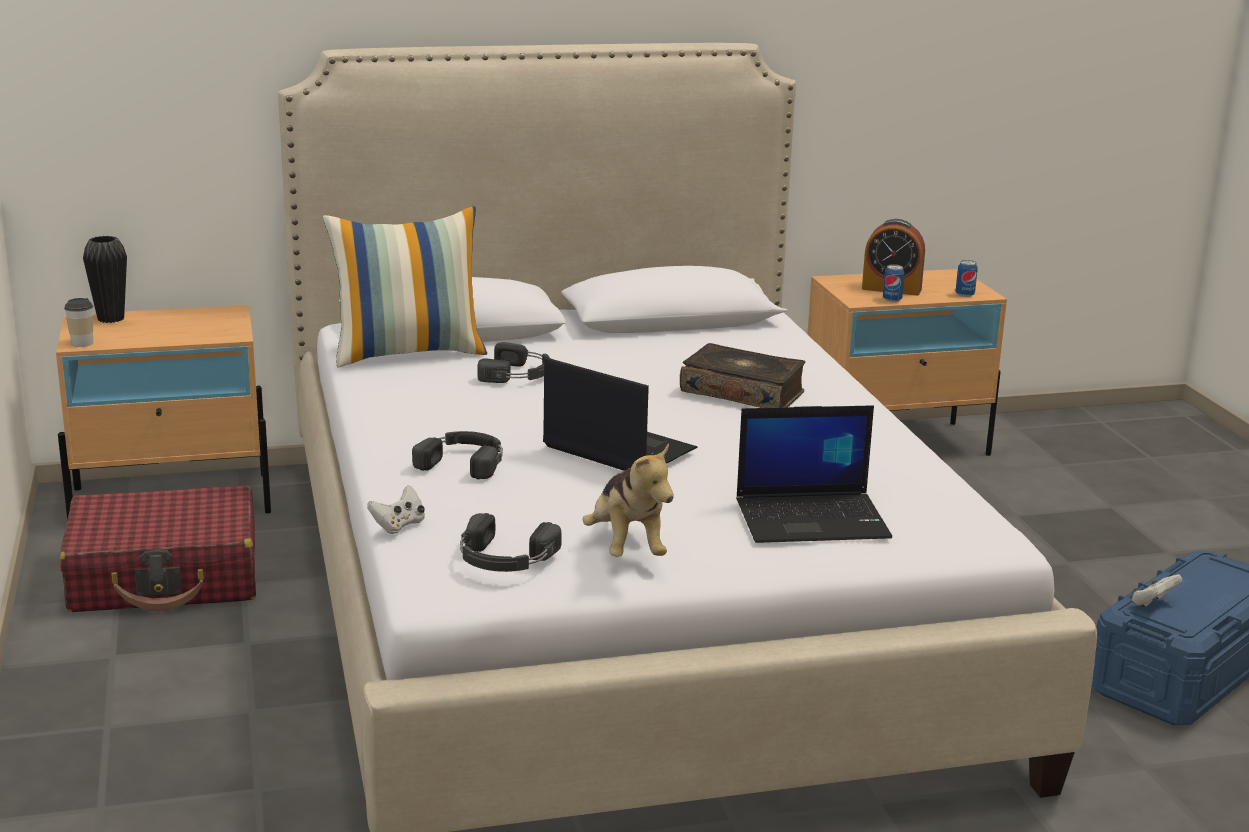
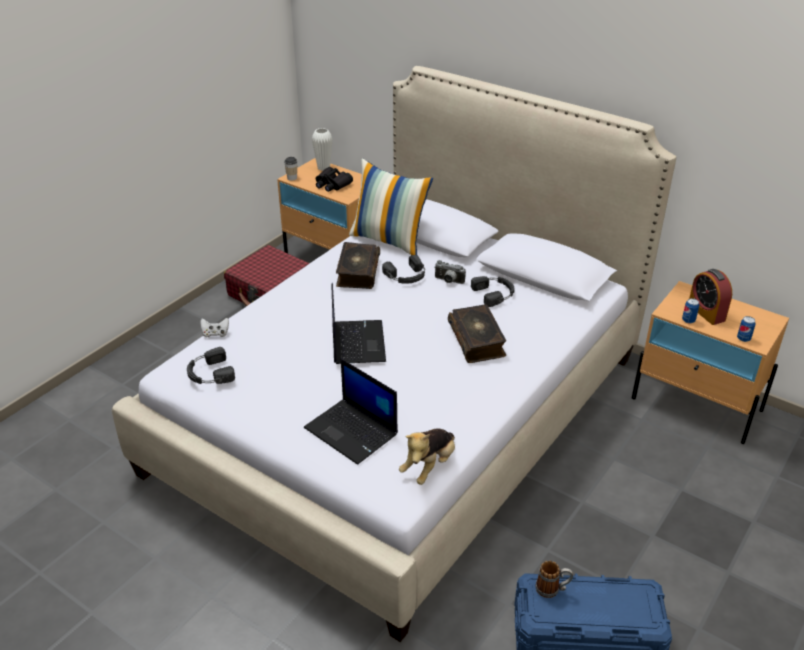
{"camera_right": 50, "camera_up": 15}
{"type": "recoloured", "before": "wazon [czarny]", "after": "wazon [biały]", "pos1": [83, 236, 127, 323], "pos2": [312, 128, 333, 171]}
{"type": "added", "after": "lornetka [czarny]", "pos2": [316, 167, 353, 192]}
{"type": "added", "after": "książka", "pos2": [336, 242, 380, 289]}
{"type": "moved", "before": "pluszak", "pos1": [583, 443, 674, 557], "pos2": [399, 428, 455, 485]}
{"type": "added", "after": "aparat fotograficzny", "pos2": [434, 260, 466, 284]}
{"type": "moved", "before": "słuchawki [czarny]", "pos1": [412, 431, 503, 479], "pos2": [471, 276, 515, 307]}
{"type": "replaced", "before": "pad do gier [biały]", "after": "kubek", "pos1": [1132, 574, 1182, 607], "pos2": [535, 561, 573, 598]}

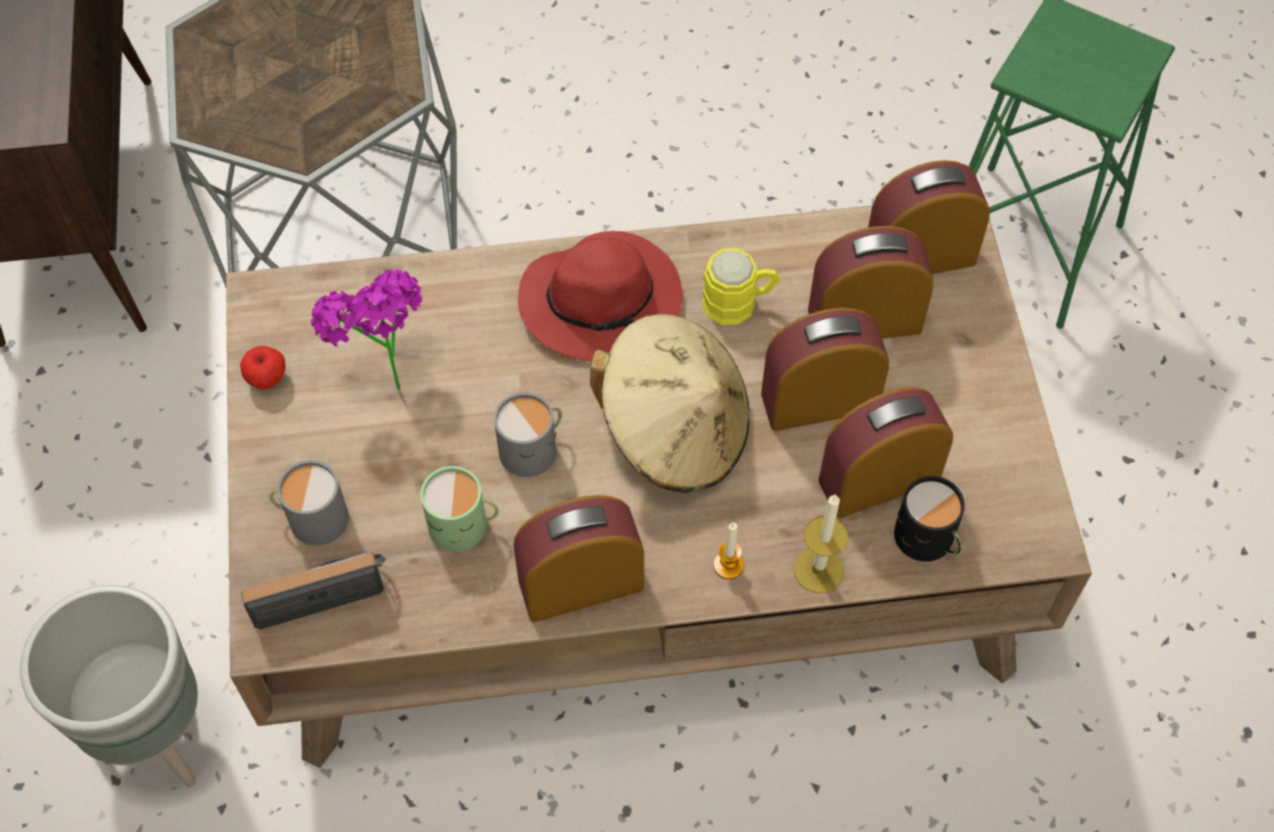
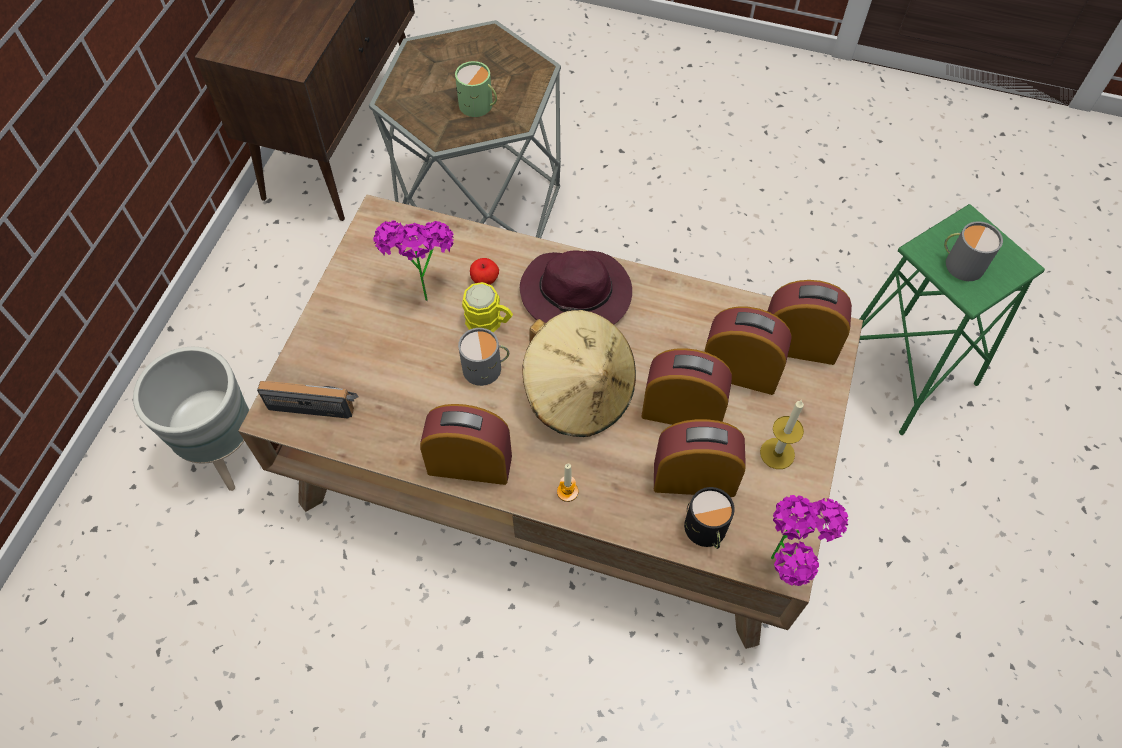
{"camera_right": 25, "camera_up": 0}
{"type": "moved", "before": "kubek [zielony]", "pos1": [420, 466, 499, 552], "pos2": [455, 61, 497, 117]}
{"type": "moved", "before": "kubek [żółty]", "pos1": [702, 248, 780, 325], "pos2": [462, 282, 513, 333]}
{"type": "moved", "before": "jabłko", "pos1": [240, 346, 286, 389], "pos2": [470, 258, 499, 285]}
{"type": "recoloured", "before": "kapelusz [czerwony]", "after": "kapelusz [fioletowy]", "pos1": [518, 231, 683, 362], "pos2": [520, 251, 632, 325]}
{"type": "moved", "before": "świeca", "pos1": [793, 494, 849, 593], "pos2": [760, 400, 804, 469]}
{"type": "added", "after": "roślina doniczkowa", "pos2": [771, 495, 848, 586]}
{"type": "moved", "before": "kubek [szary]", "pos1": [270, 460, 349, 546], "pos2": [944, 221, 1003, 281]}

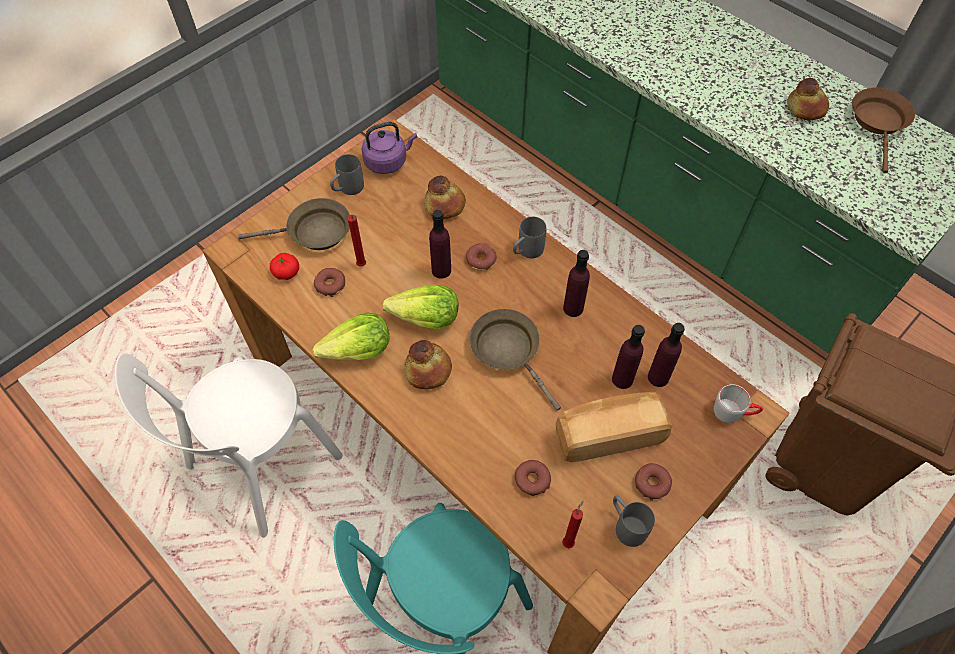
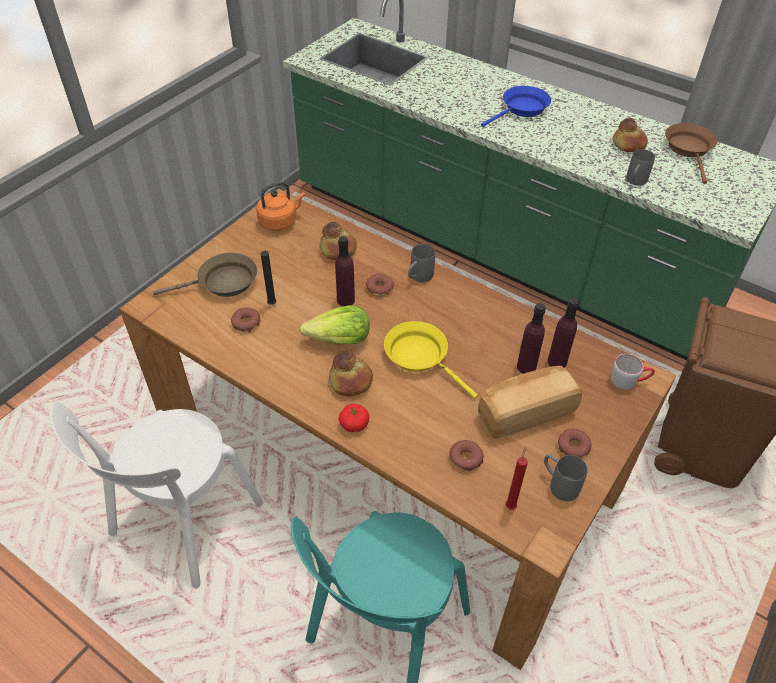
{"camera_right": -10, "camera_up": -10}
{"type": "recoloured", "before": "czajnik [fioletowy]", "after": "czajnik [pomarańczowy]", "pos1": [361, 122, 417, 174], "pos2": [256, 181, 305, 230]}
{"type": "recoloured", "before": "świeca [czerwony]", "after": "świeca [czarny]", "pos1": [348, 215, 366, 267], "pos2": [261, 250, 276, 305]}
{"type": "moved", "before": "pomidor", "pos1": [270, 253, 299, 280], "pos2": [339, 404, 370, 432]}
{"type": "recoloured", "before": "patelnia [brązowy]", "after": "patelnia [żółty]", "pos1": [469, 309, 561, 410], "pos2": [384, 321, 478, 399]}
{"type": "added", "after": "patelnia [niebieski]", "pos2": [481, 86, 551, 127]}
{"type": "moved", "before": "kubek [szary]", "pos1": [330, 154, 364, 195], "pos2": [626, 149, 655, 186]}
{"type": "removed", "before": "sałata", "pos1": [312, 312, 389, 360]}
{"type": "removed", "before": "butelka [fioletowy]", "pos1": [563, 250, 590, 317]}

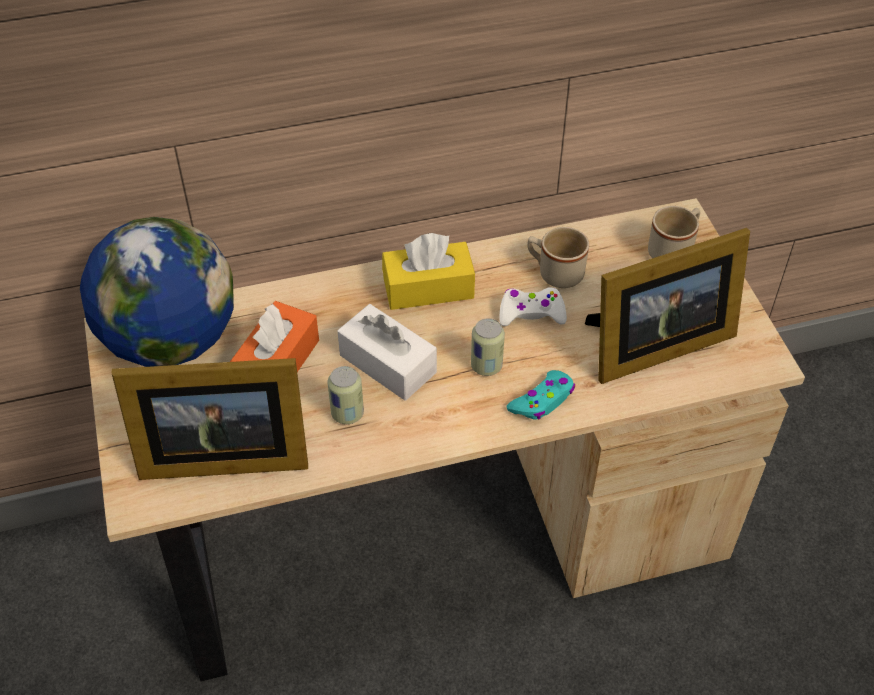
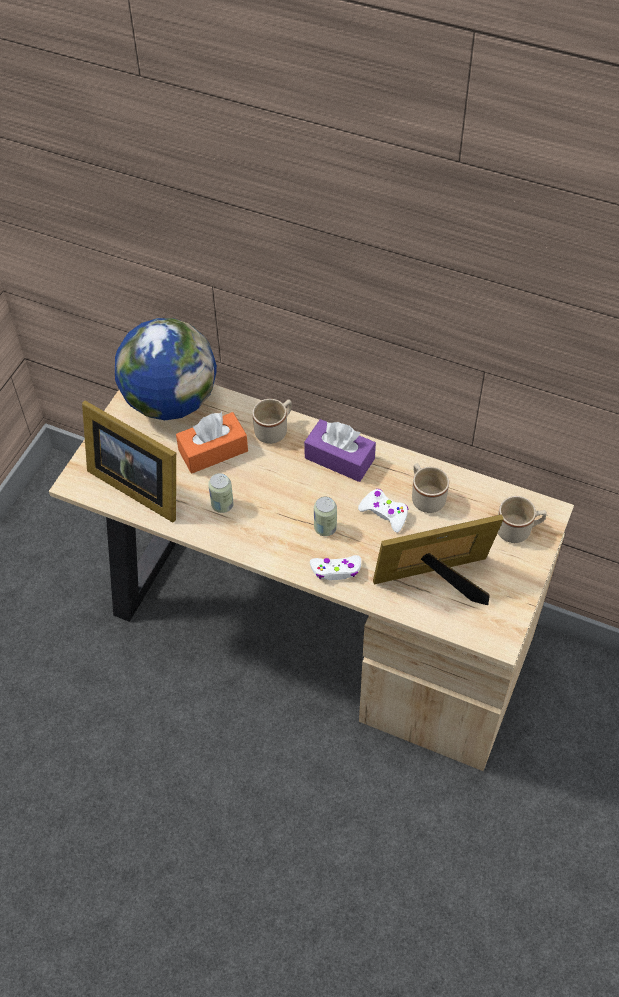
{"camera_right": 40, "camera_up": 5}
{"type": "added", "after": "kubek [beżowy]", "pos2": [252, 399, 292, 444]}
{"type": "recoloured", "before": "pudełko chusteczek [żółty]", "after": "pudełko chusteczek [fioletowy]", "pos1": [382, 233, 475, 310], "pos2": [304, 419, 376, 482]}
{"type": "recoloured", "before": "pad do gier [turkusowy]", "after": "pad do gier [biały]", "pos1": [507, 370, 575, 420], "pos2": [310, 555, 361, 580]}
{"type": "turned", "before": "ramka na zdjęcie", "pos1": [585, 228, 750, 384], "pos2": [373, 515, 504, 605], "turn": 150}
{"type": "removed", "before": "pudełko chusteczek [biały]", "pos1": [337, 304, 437, 401]}

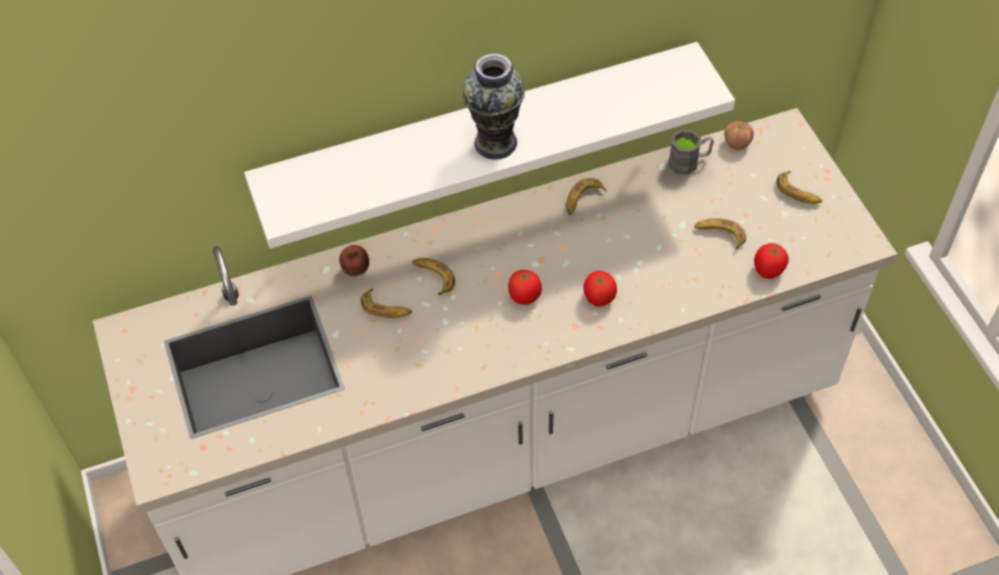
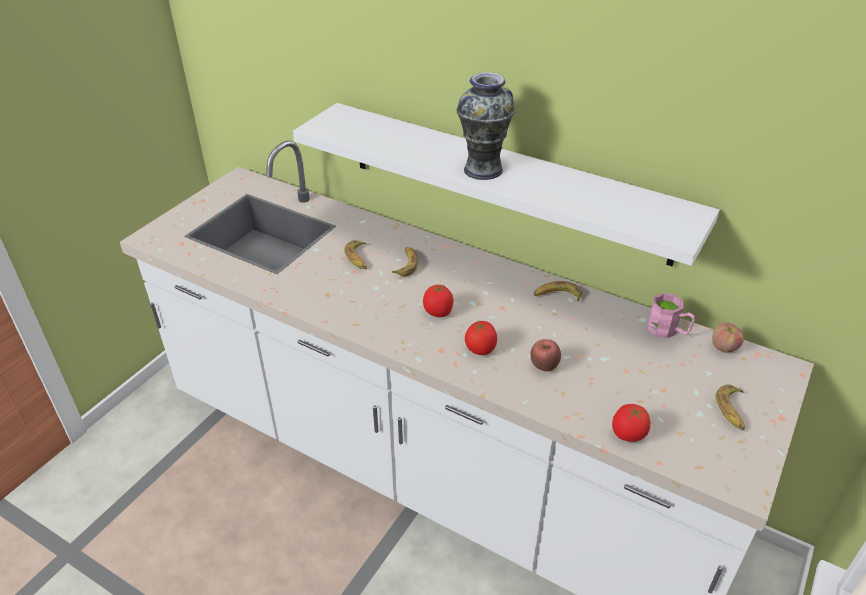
{"camera_right": 50, "camera_up": -15}
{"type": "moved", "before": "jabłko", "pos1": [339, 245, 369, 276], "pos2": [530, 339, 561, 372]}
{"type": "recoloured", "before": "kubek [szary]", "after": "kubek [różowy]", "pos1": [668, 129, 714, 175], "pos2": [647, 293, 695, 338]}
{"type": "removed", "before": "banan", "pos1": [694, 218, 746, 249]}

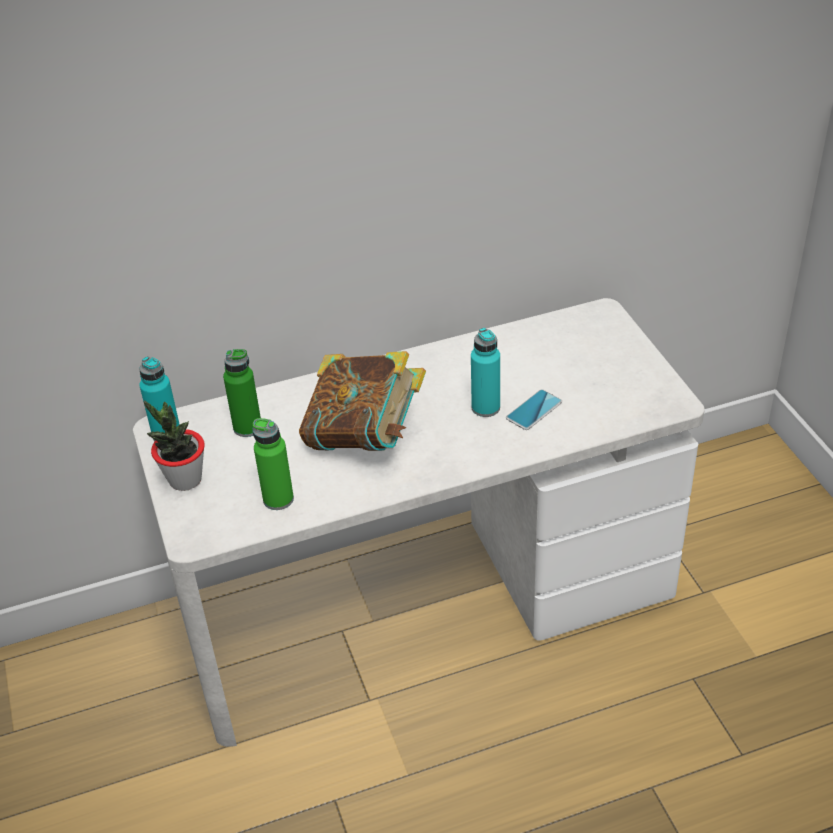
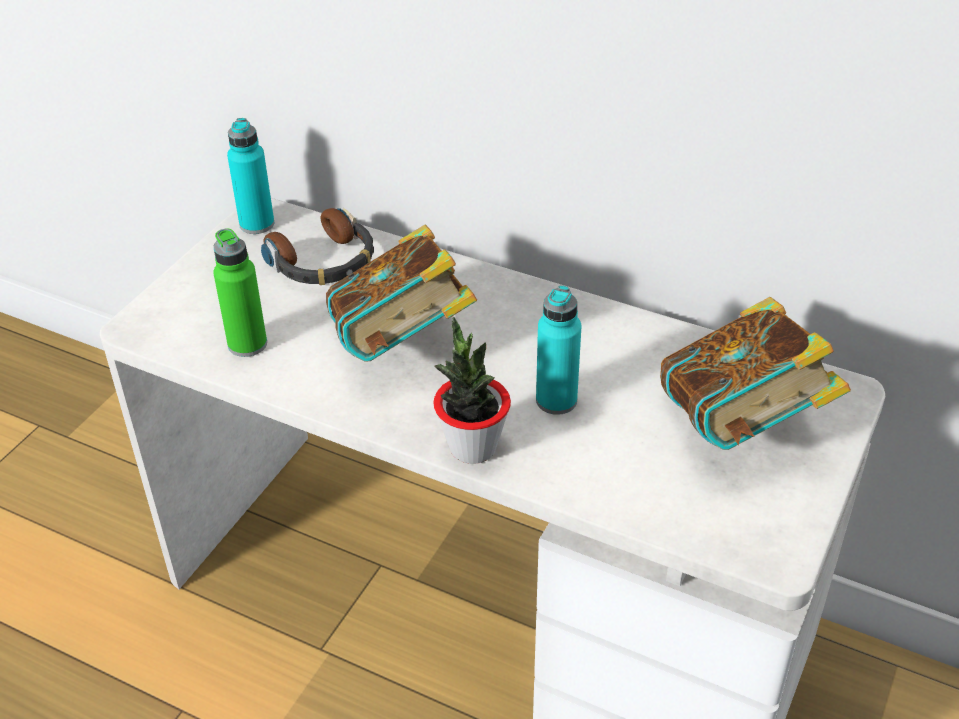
{"camera_right": 45, "camera_up": 0}
{"type": "replaced", "before": "butelka [zielony]", "after": "słuchawki", "pos1": [223, 349, 261, 437], "pos2": [261, 208, 374, 285]}
{"type": "moved", "before": "roślina doniczkowa", "pos1": [144, 400, 205, 491], "pos2": [434, 317, 511, 464]}
{"type": "added", "after": "książka", "pos2": [660, 297, 851, 450]}
{"type": "removed", "before": "telefon", "pos1": [506, 389, 562, 430]}

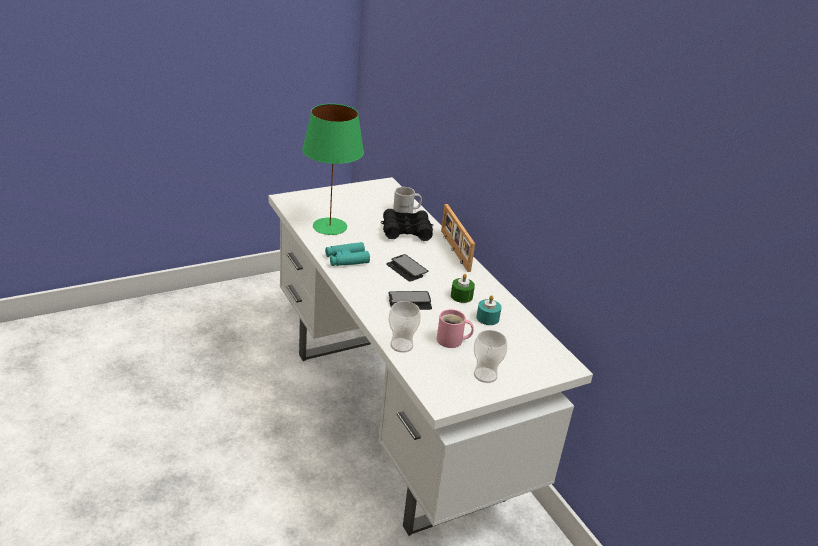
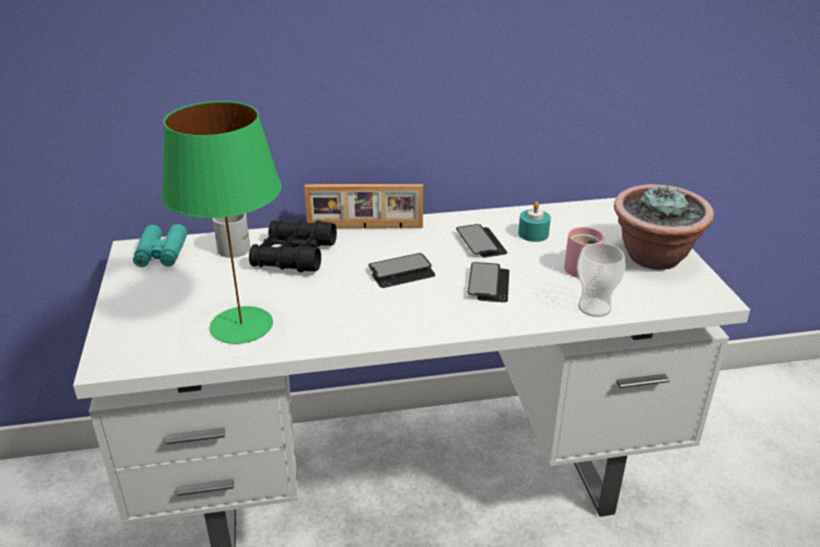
{"camera_right": -70, "camera_up": 0}
{"type": "moved", "before": "lornetka [turkusowy]", "pos1": [325, 242, 370, 266], "pos2": [133, 224, 187, 267]}
{"type": "replaced", "before": "świeca [zielony]", "after": "telefon", "pos1": [451, 274, 475, 303], "pos2": [456, 224, 508, 257]}
{"type": "replaced", "before": "filiżanka", "after": "roślina doniczkowa", "pos1": [474, 330, 507, 383], "pos2": [614, 184, 714, 270]}

